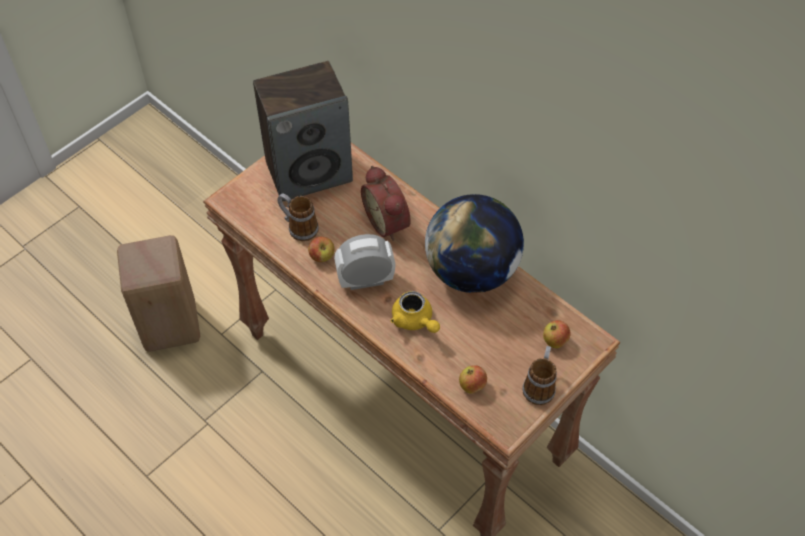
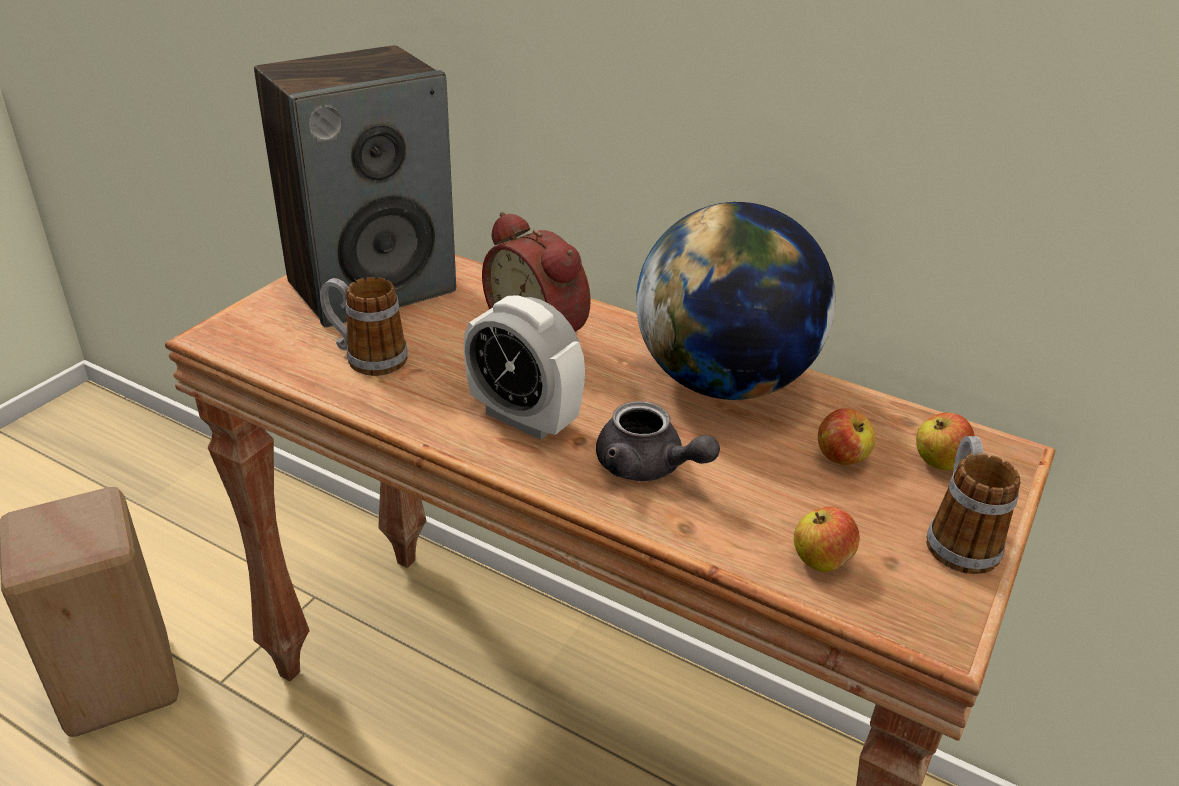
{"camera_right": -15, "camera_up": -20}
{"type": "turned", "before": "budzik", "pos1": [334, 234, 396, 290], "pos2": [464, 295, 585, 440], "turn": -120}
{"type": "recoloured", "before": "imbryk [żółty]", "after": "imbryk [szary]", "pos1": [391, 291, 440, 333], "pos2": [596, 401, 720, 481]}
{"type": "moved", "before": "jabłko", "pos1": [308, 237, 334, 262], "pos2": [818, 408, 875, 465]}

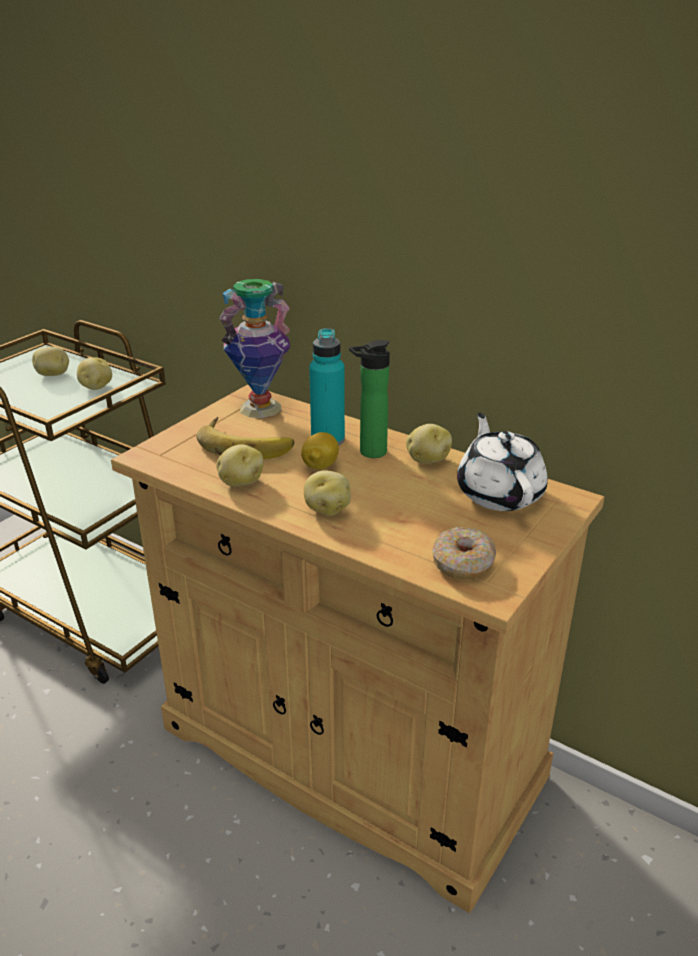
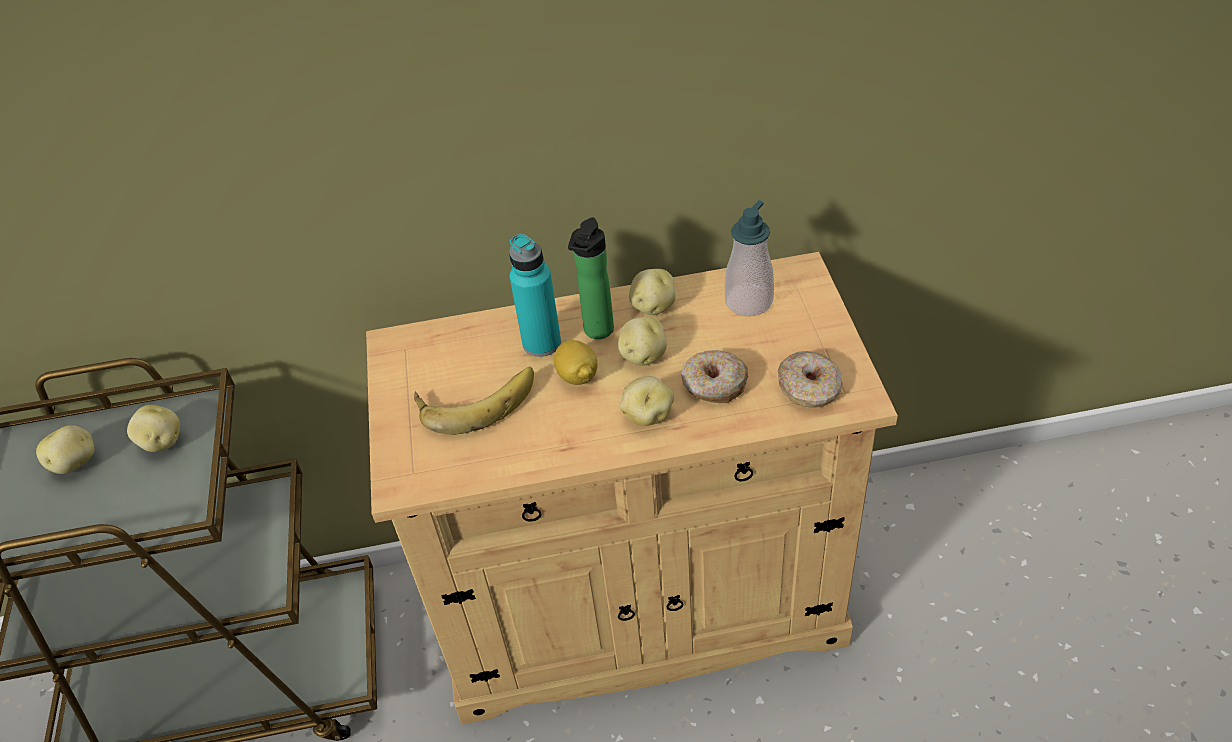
{"camera_right": -40, "camera_up": 15}
{"type": "moved", "before": "ziemniak", "pos1": [216, 444, 263, 487], "pos2": [618, 317, 667, 366]}
{"type": "added", "after": "donut", "pos2": [681, 350, 749, 403]}
{"type": "replaced", "before": "imbryk [biały]", "after": "dozownik mydła", "pos1": [457, 413, 548, 511], "pos2": [725, 200, 774, 316]}
{"type": "removed", "before": "wazon", "pos1": [219, 279, 290, 418]}

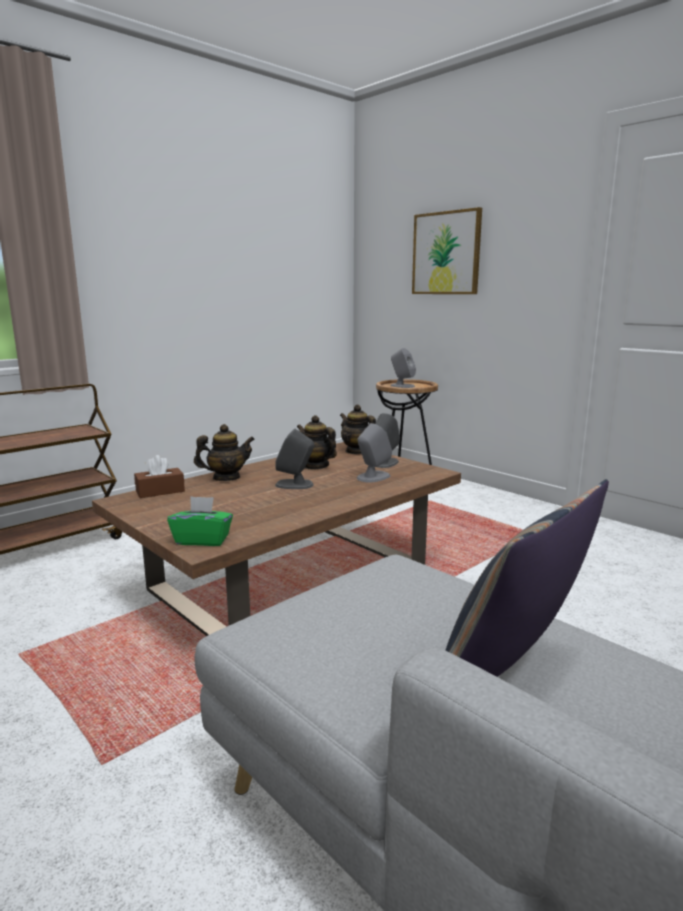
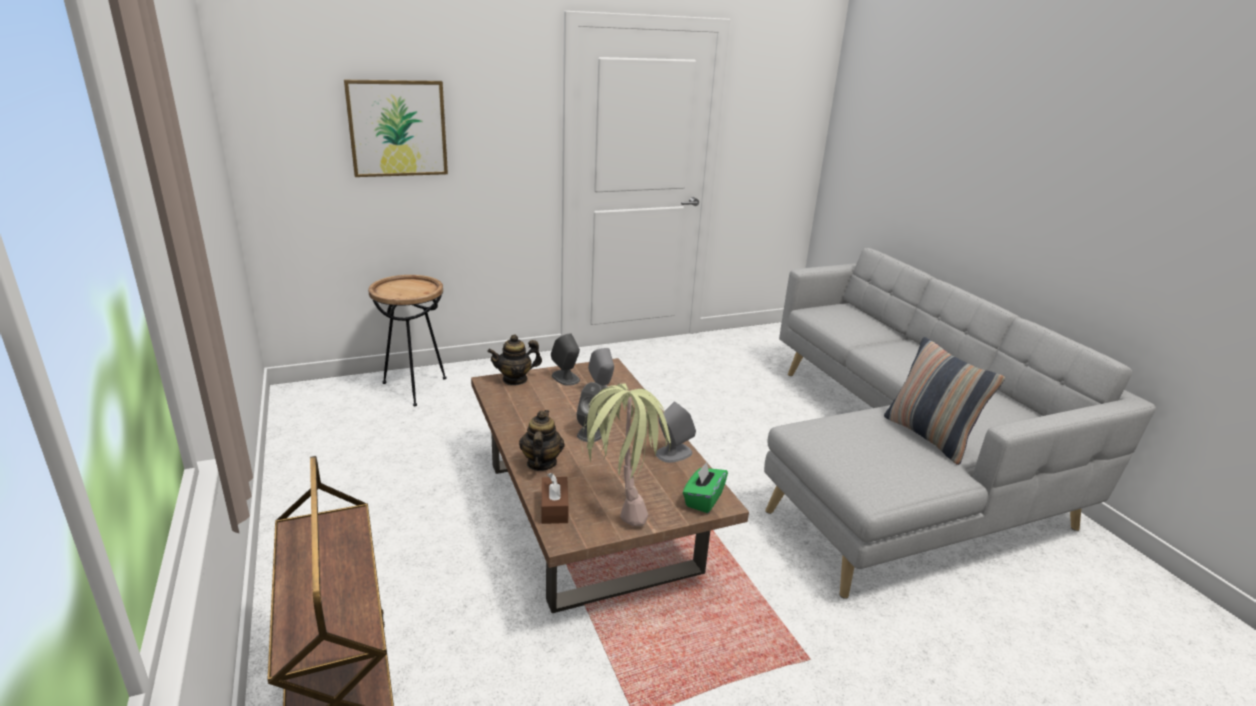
{"camera_right": -70, "camera_up": 10}
{"type": "added", "after": "roślina doniczkowa", "pos2": [580, 384, 671, 526]}
{"type": "moved", "before": "głośnik [szary]", "pos1": [390, 348, 416, 388], "pos2": [656, 401, 696, 463]}
{"type": "removed", "before": "imbryk", "pos1": [297, 415, 337, 470]}

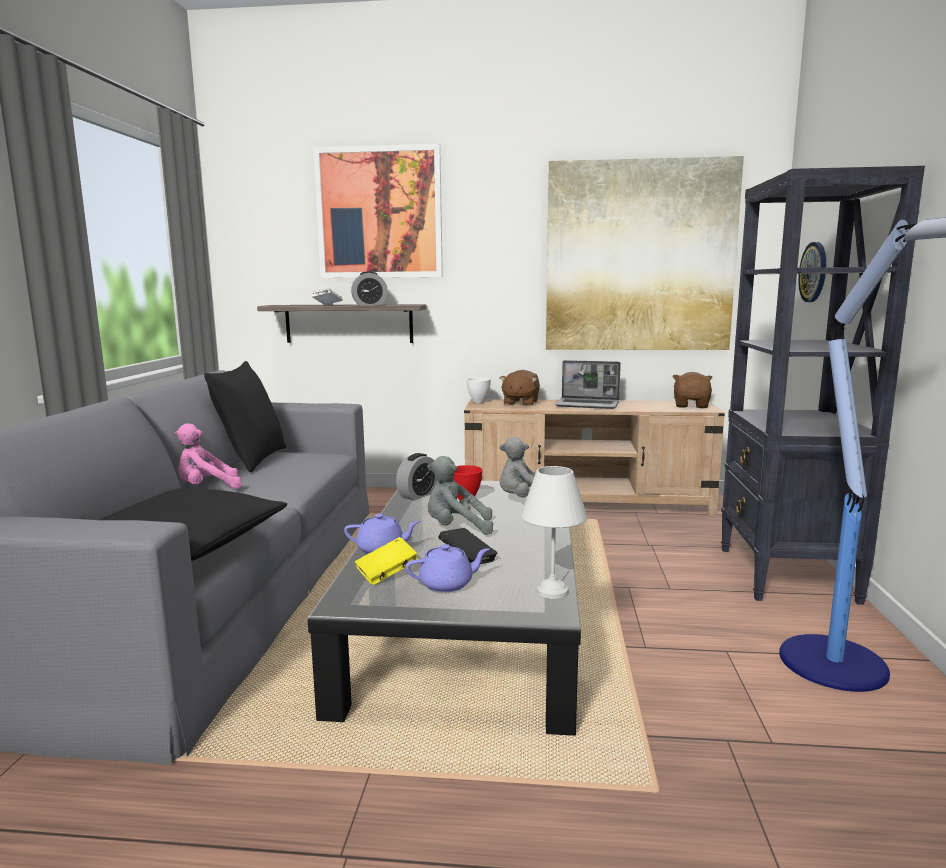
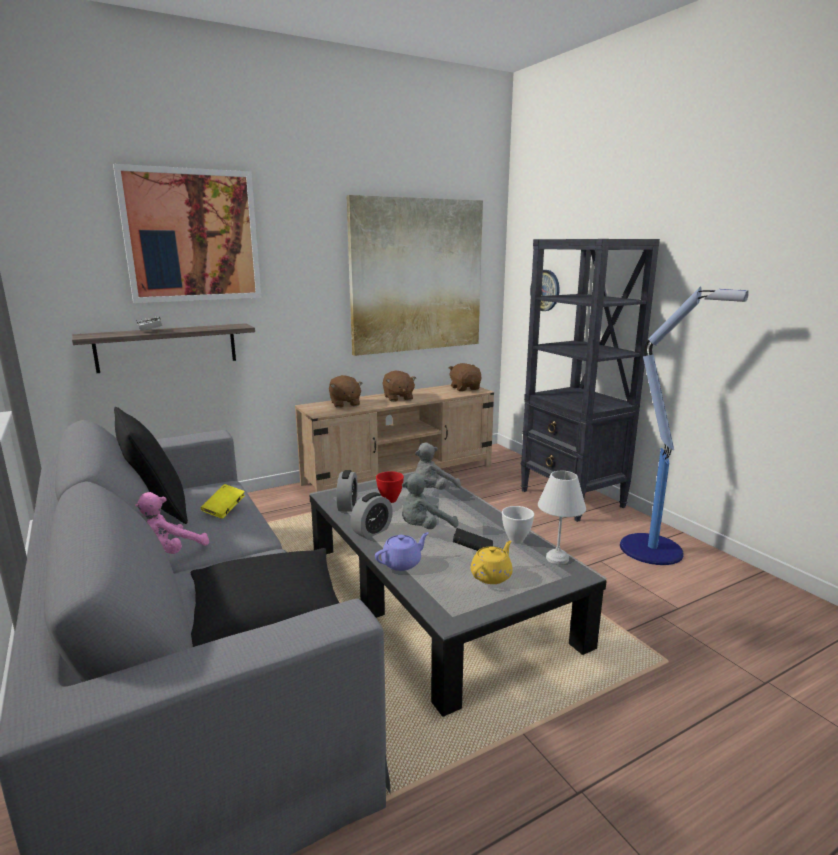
{"camera_right": -35, "camera_up": 5}
{"type": "moved", "before": "książka [żółty]", "pos1": [355, 537, 418, 585], "pos2": [201, 484, 245, 518]}
{"type": "moved", "before": "budzik", "pos1": [351, 271, 388, 305], "pos2": [350, 492, 393, 539]}
{"type": "replaced", "before": "laptop", "after": "pluszak [brązowy]", "pos1": [555, 360, 621, 409], "pos2": [382, 370, 416, 402]}
{"type": "recoloured", "before": "imbryk [fioletowy]", "after": "imbryk [żółty]", "pos1": [406, 544, 489, 592], "pos2": [471, 541, 513, 584]}
{"type": "moved", "before": "miska [biały]", "pos1": [466, 377, 491, 403], "pos2": [502, 506, 534, 543]}

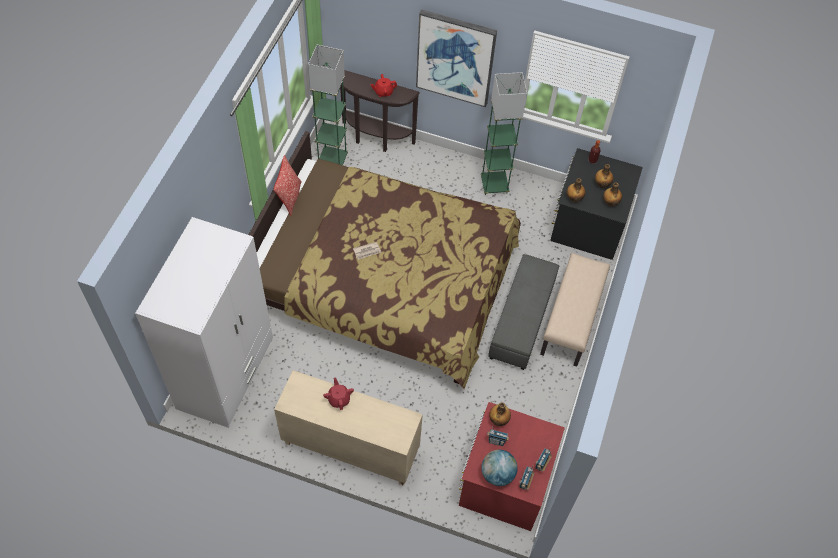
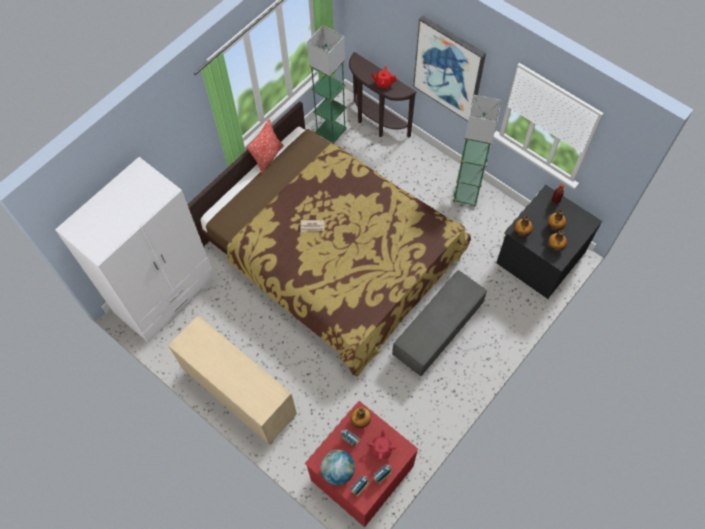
{"camera_right": 25, "camera_up": 5}
{"type": "moved", "before": "imbryk [czerwony]", "pos1": [323, 378, 354, 410], "pos2": [367, 430, 397, 462]}
{"type": "removed", "before": "ławka [beżowy]", "pos1": [540, 253, 610, 367]}

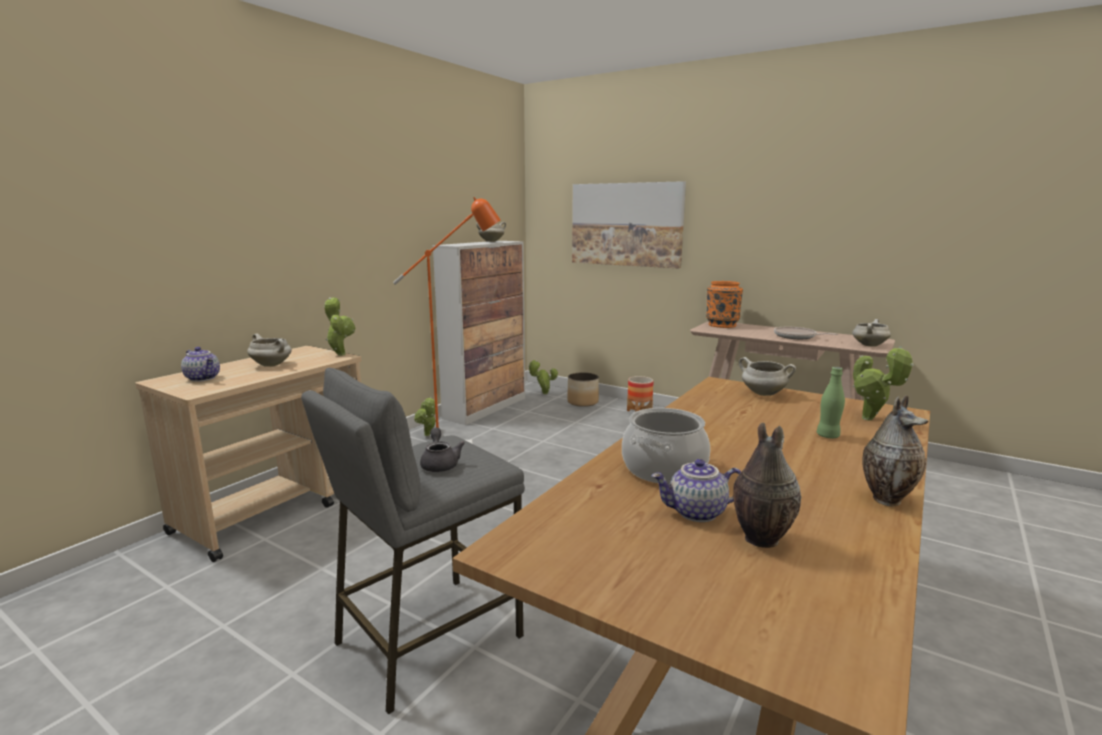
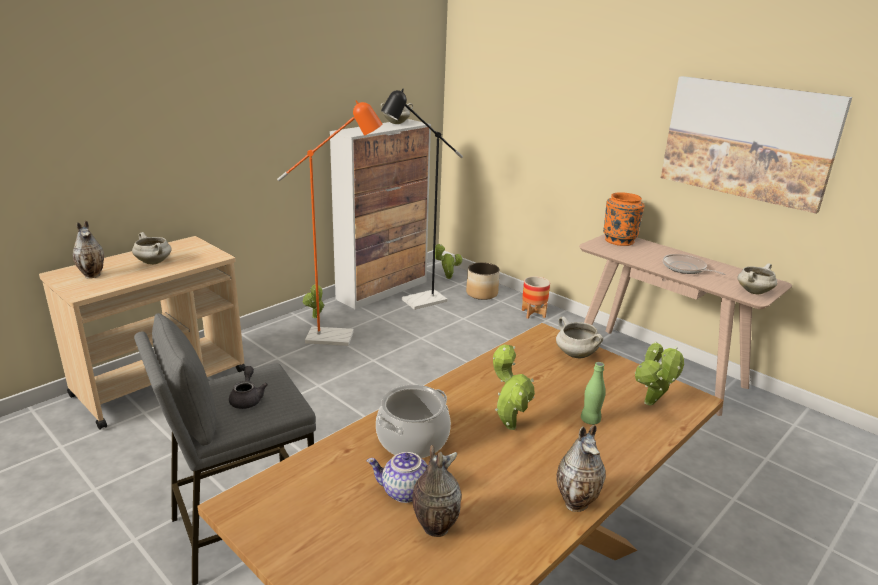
{"camera_right": 10, "camera_up": 10}
{"type": "replaced", "before": "imbryk", "after": "wazon", "pos1": [181, 347, 220, 382], "pos2": [73, 221, 104, 279]}
{"type": "added", "after": "lampa stojąca [czarny]", "pos2": [381, 89, 463, 310]}
{"type": "moved", "before": "roślina doniczkowa", "pos1": [324, 297, 355, 356], "pos2": [493, 344, 535, 430]}
{"type": "moved", "before": "obraz", "pos1": [572, 181, 686, 268], "pos2": [661, 76, 852, 214]}

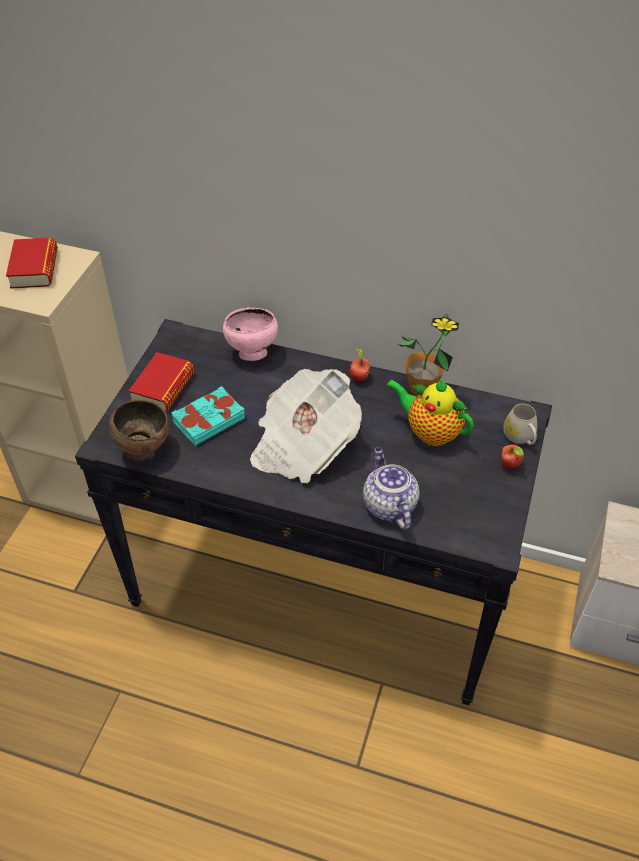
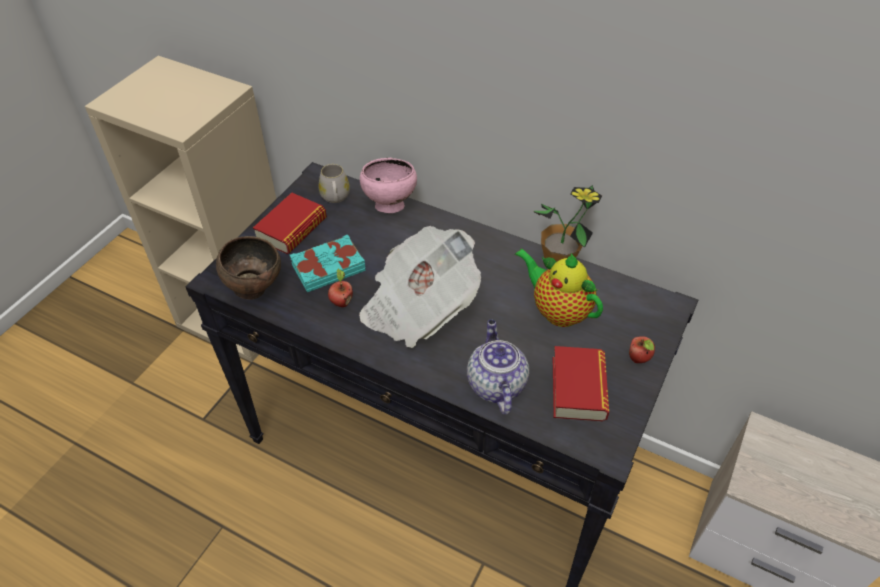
{"camera_right": 10, "camera_up": 0}
{"type": "moved", "before": "kubek [biały]", "pos1": [503, 404, 537, 445], "pos2": [319, 164, 350, 203]}
{"type": "moved", "before": "jabłko", "pos1": [349, 348, 370, 382], "pos2": [328, 269, 353, 307]}
{"type": "moved", "before": "książka", "pos1": [6, 238, 58, 289], "pos2": [553, 346, 609, 422]}

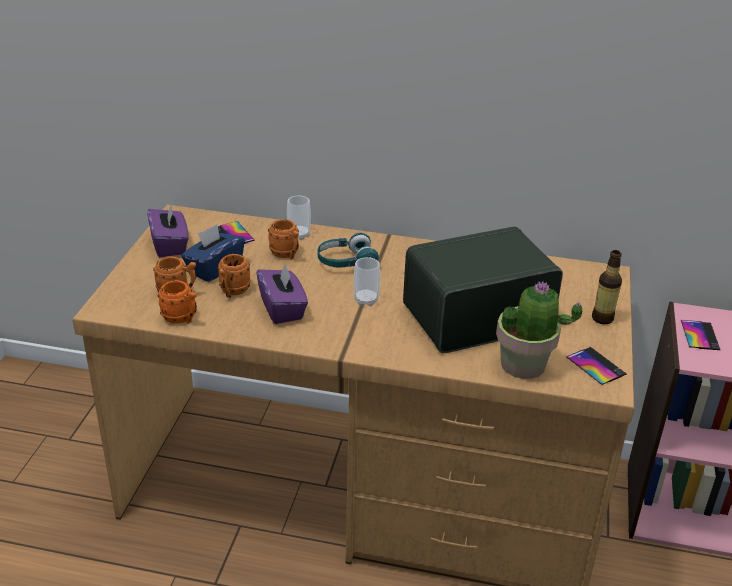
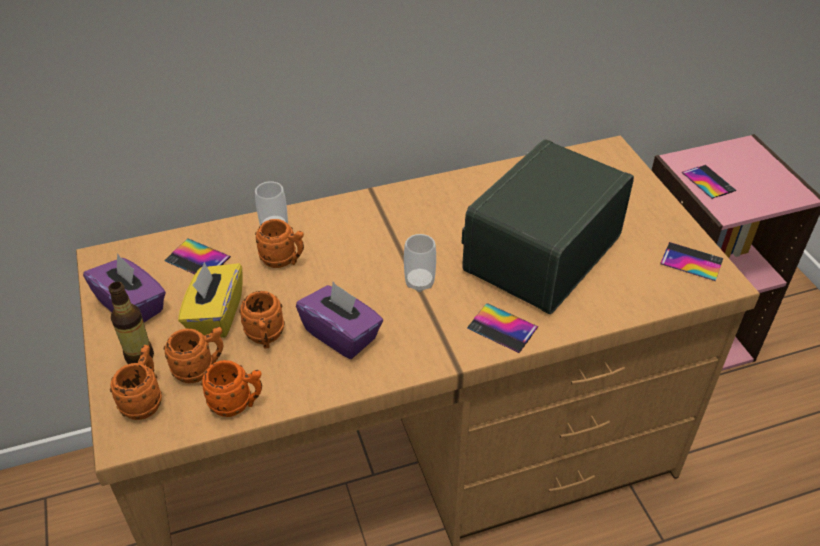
{"camera_right": -30, "camera_up": 10}
{"type": "moved", "before": "butelka", "pos1": [592, 250, 622, 324], "pos2": [108, 282, 154, 364]}
{"type": "added", "after": "kubek [pomarańczowy]", "pos2": [110, 345, 162, 420]}
{"type": "recoloured", "before": "pudełko chusteczek [niebieski]", "after": "pudełko chusteczek [żółty]", "pos1": [181, 224, 245, 282], "pos2": [178, 262, 243, 338]}
{"type": "added", "after": "telefon", "pos2": [467, 303, 538, 353]}
{"type": "removed", "before": "słuchawki [turkusowy]", "pos1": [317, 233, 379, 268]}
{"type": "removed", "before": "roślina doniczkowa", "pos1": [496, 281, 582, 379]}

